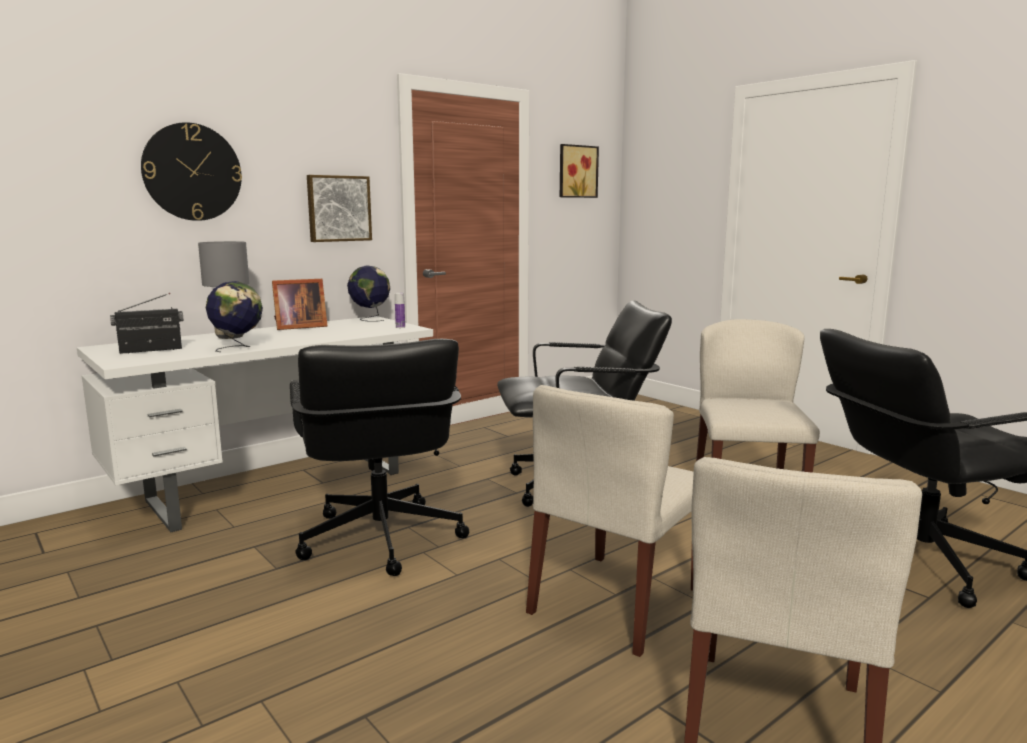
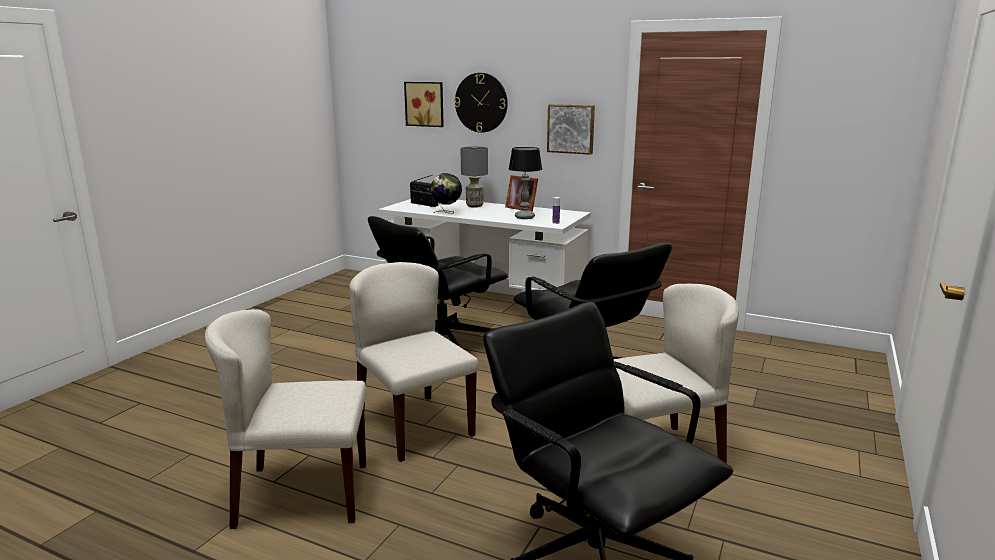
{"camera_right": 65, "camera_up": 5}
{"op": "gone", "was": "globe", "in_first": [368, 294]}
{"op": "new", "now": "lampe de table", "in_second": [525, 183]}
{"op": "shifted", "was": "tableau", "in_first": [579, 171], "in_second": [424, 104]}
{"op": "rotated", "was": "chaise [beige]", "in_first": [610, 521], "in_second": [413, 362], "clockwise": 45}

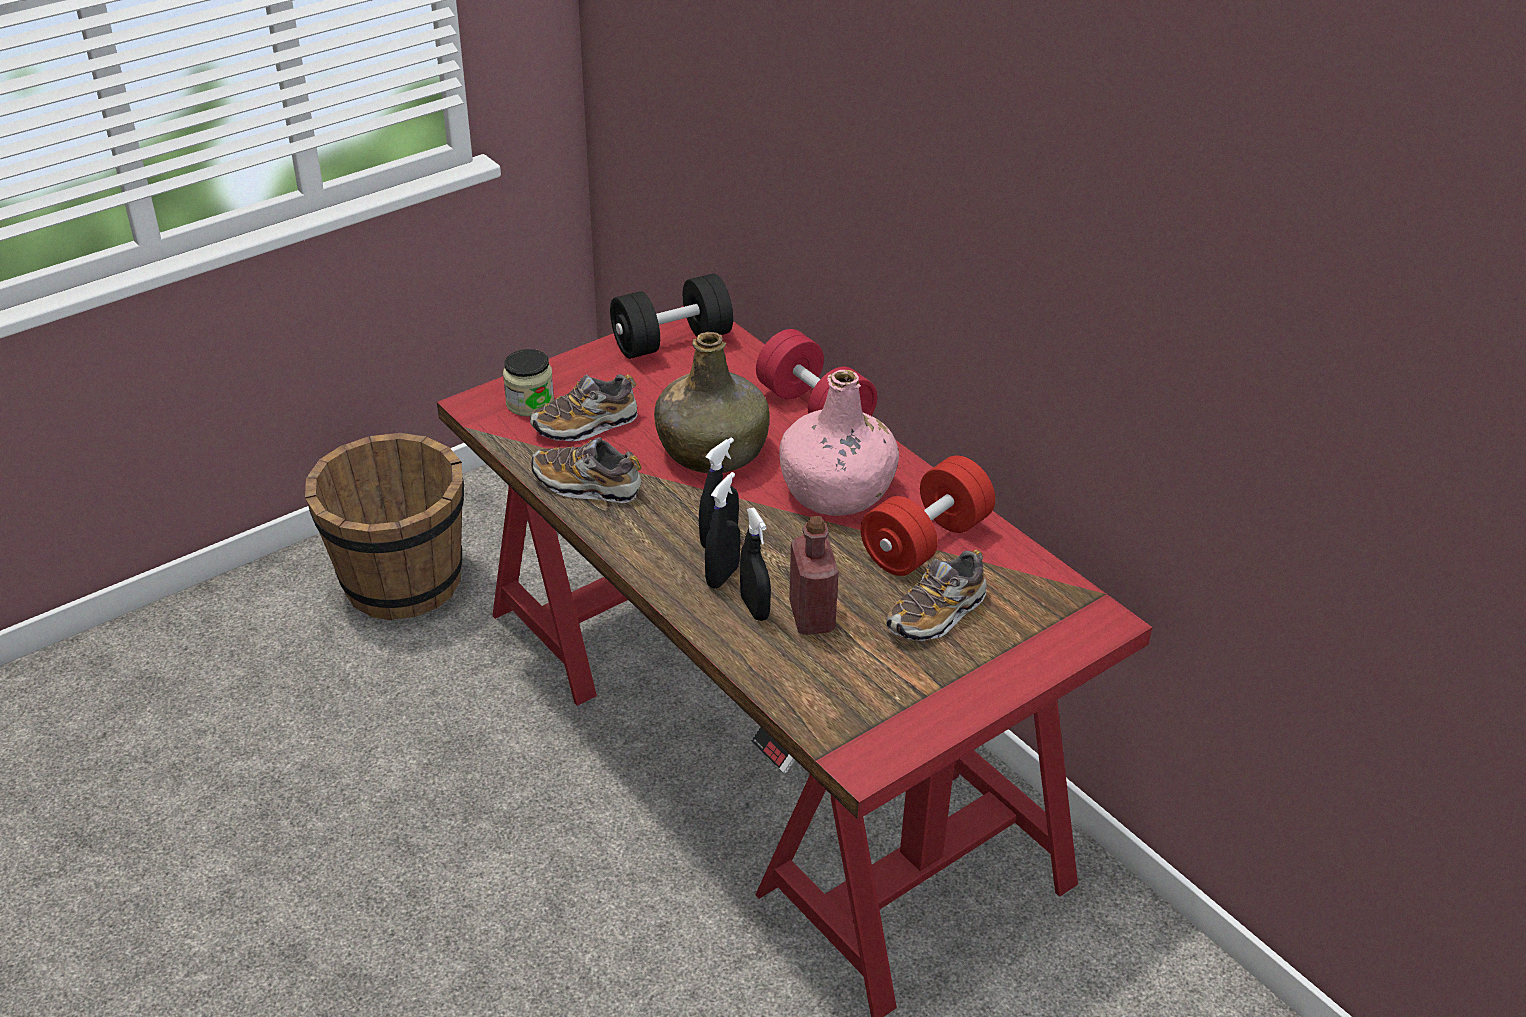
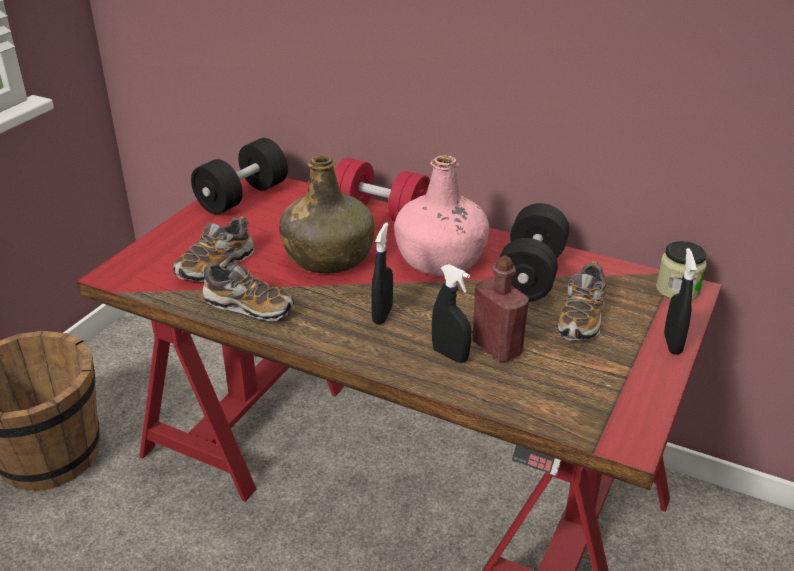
{"camera_right": -25, "camera_up": -5}
{"op": "shifted", "was": "bocal", "in_first": [528, 383], "in_second": [681, 270]}
{"op": "shifted", "was": "vaporisateur [noir]", "in_first": [722, 530], "in_second": [680, 301]}
{"op": "repainted", "was": "haltère [rouge]", "now": "haltère [noir]", "in_first": [928, 516], "in_second": [534, 252]}
{"op": "rotated", "was": "chaussure", "in_first": [586, 470], "in_second": [247, 292], "clockwise": -150}

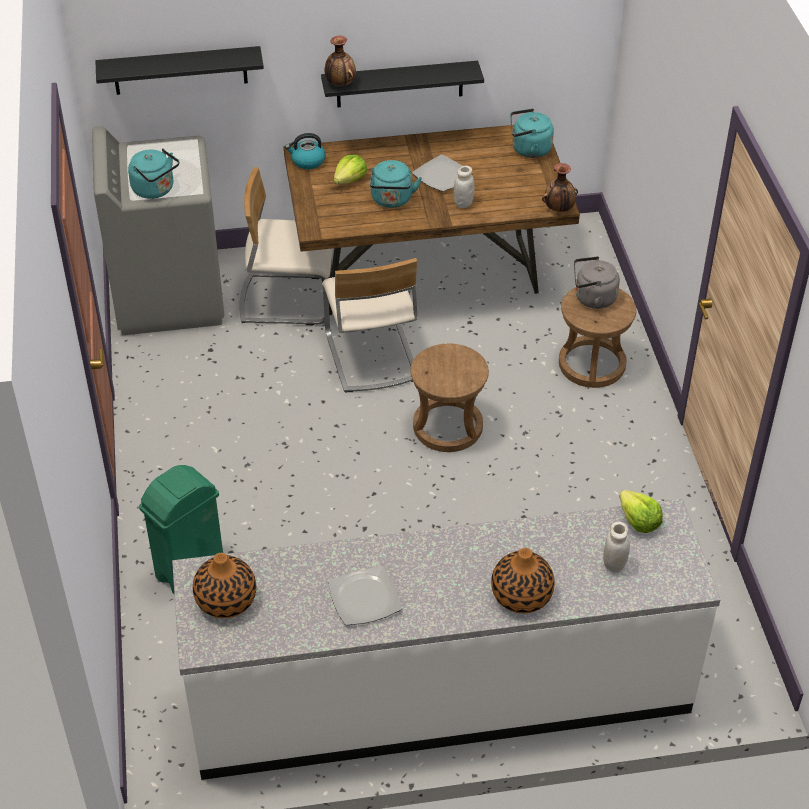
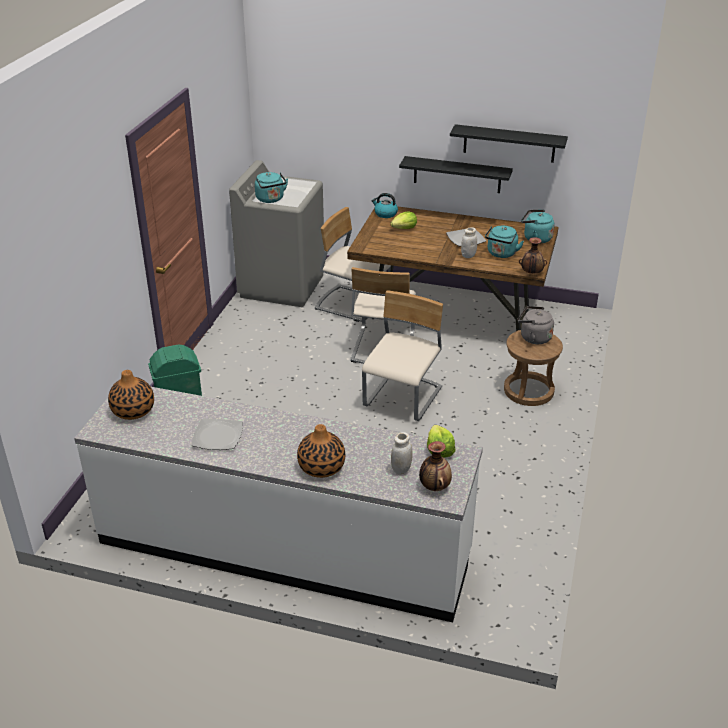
{"camera_right": 25, "camera_up": -10}
{"op": "shifted", "was": "étagère [noir]", "in_first": [180, 70], "in_second": [509, 143]}
{"op": "shifted", "was": "vase", "in_first": [340, 61], "in_second": [435, 466]}
{"op": "shifted", "was": "bouilloire [turquoise]", "in_first": [396, 184], "in_second": [504, 242]}
{"op": "swapped", "was": "tabouret [marron]", "now": "chaise [beige]", "in_first": [449, 398], "in_second": [402, 355]}

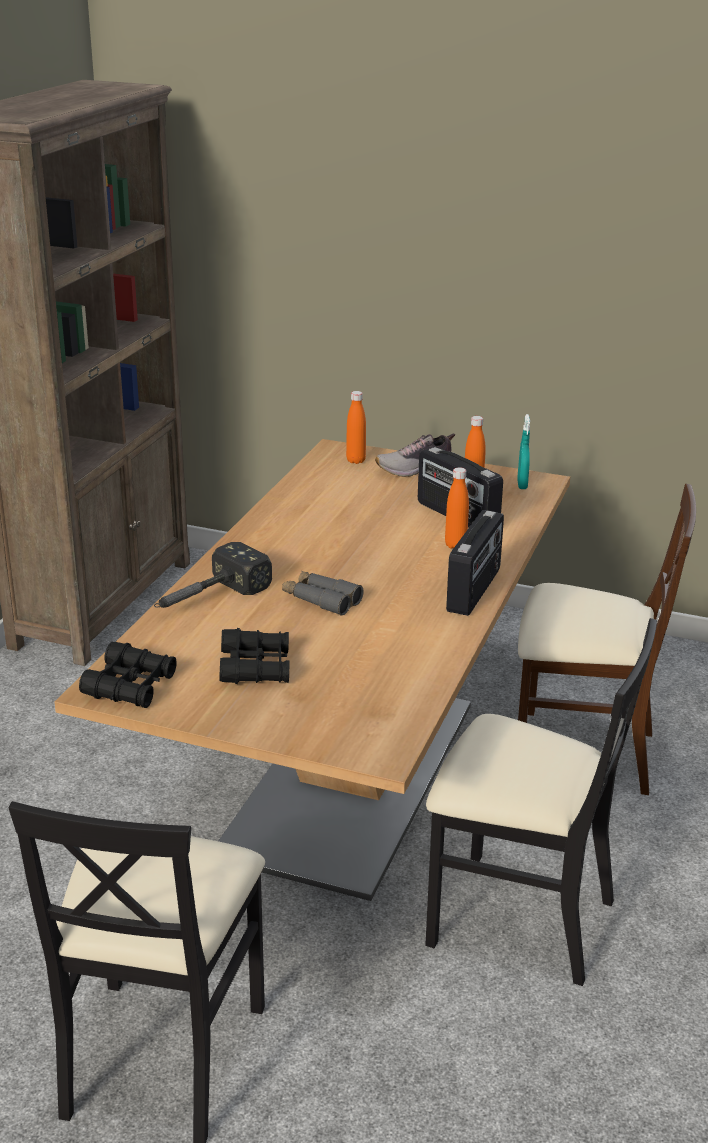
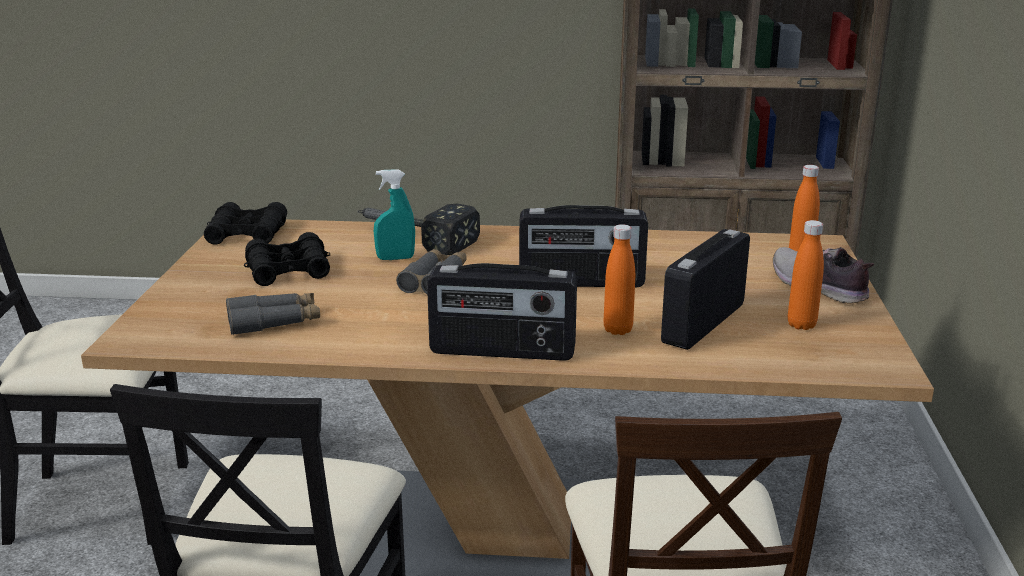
{"camera_right": 75, "camera_up": -5}
{"op": "new", "now": "jumelles [gris]", "in_second": [273, 314]}
{"op": "new", "now": "radio", "in_second": [583, 246]}
{"op": "shifted", "was": "vaporisateur [turquoise]", "in_first": [523, 451], "in_second": [394, 214]}

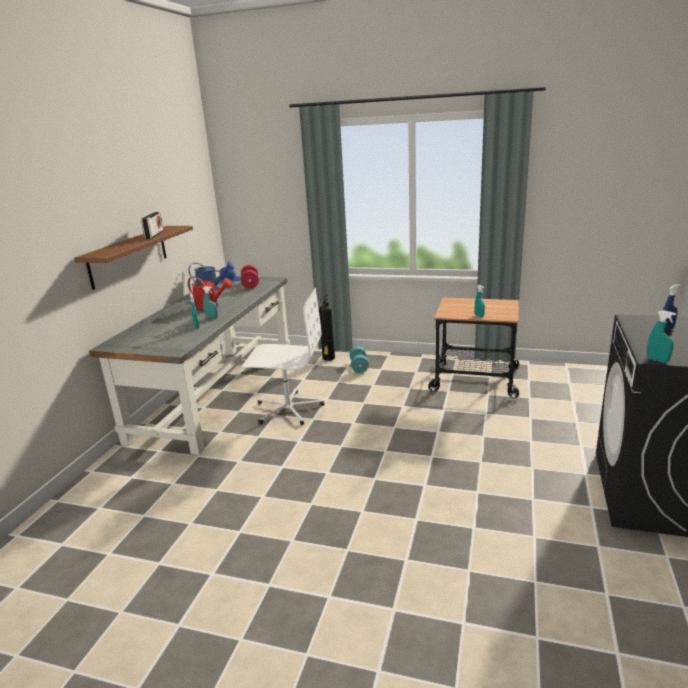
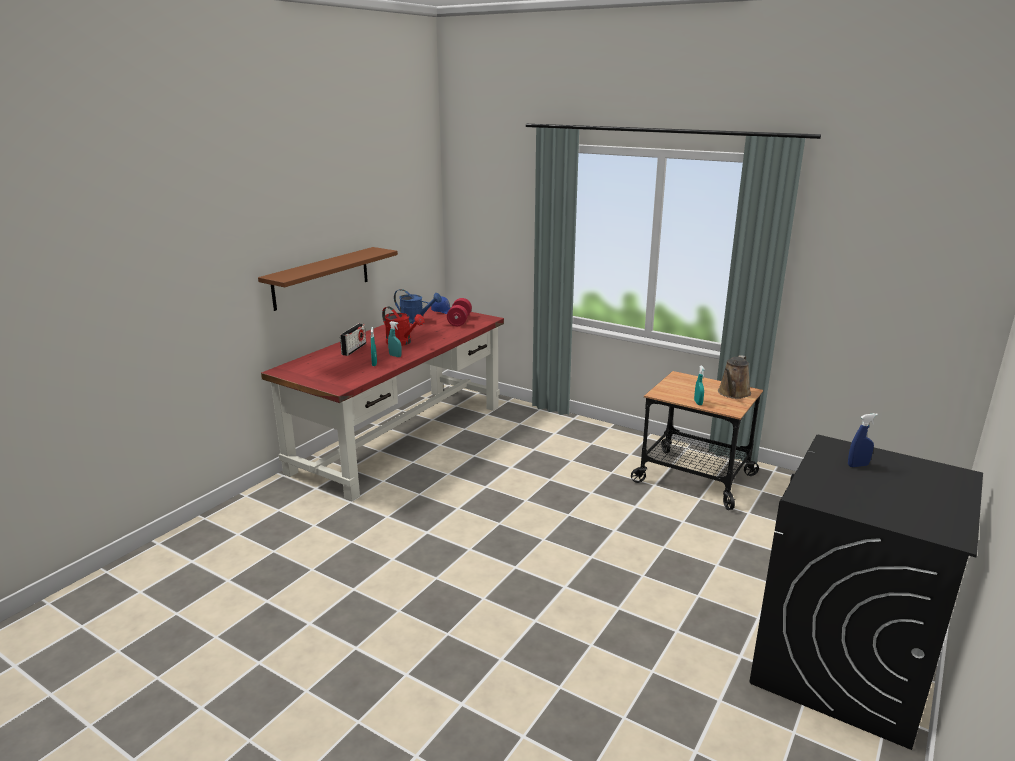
{"camera_right": 15, "camera_up": 0}
{"op": "gone", "was": "chaise de bureau [blanc]", "in_first": [283, 356]}
{"op": "gone", "was": "extincteur", "in_first": [327, 327]}
{"op": "gone", "was": "haltère [turquoise]", "in_first": [359, 359]}
{"op": "gone", "was": "vaporisateur [turquoise]", "in_first": [661, 336]}
{"op": "new", "now": "arrosoir [marron]", "in_second": [734, 377]}
{"op": "shifted", "was": "radio", "in_first": [152, 225], "in_second": [353, 339]}
{"op": "repainted", "was": "bureau [gris]", "now": "bureau [rouge]", "in_first": [189, 366], "in_second": [382, 403]}

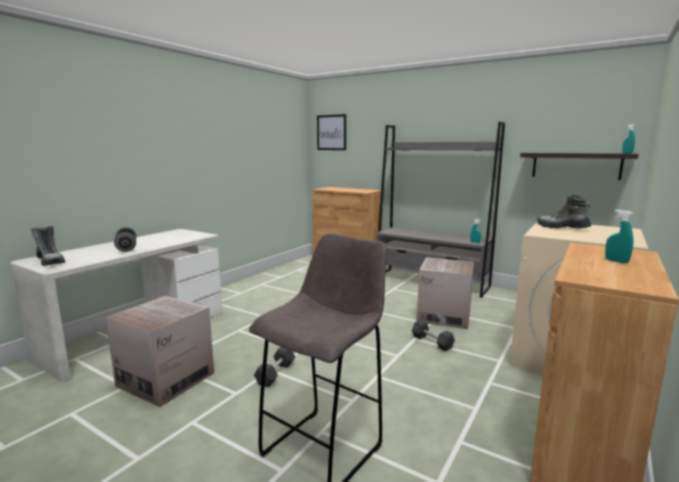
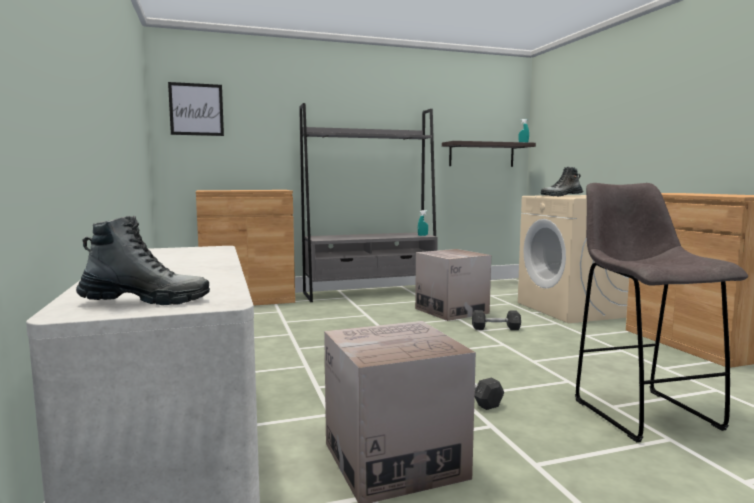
{"camera_right": -50, "camera_up": -5}
{"op": "gone", "was": "haltère [gris]", "in_first": [125, 239]}
{"op": "gone", "was": "vaporisateur [turquoise]", "in_first": [619, 236]}

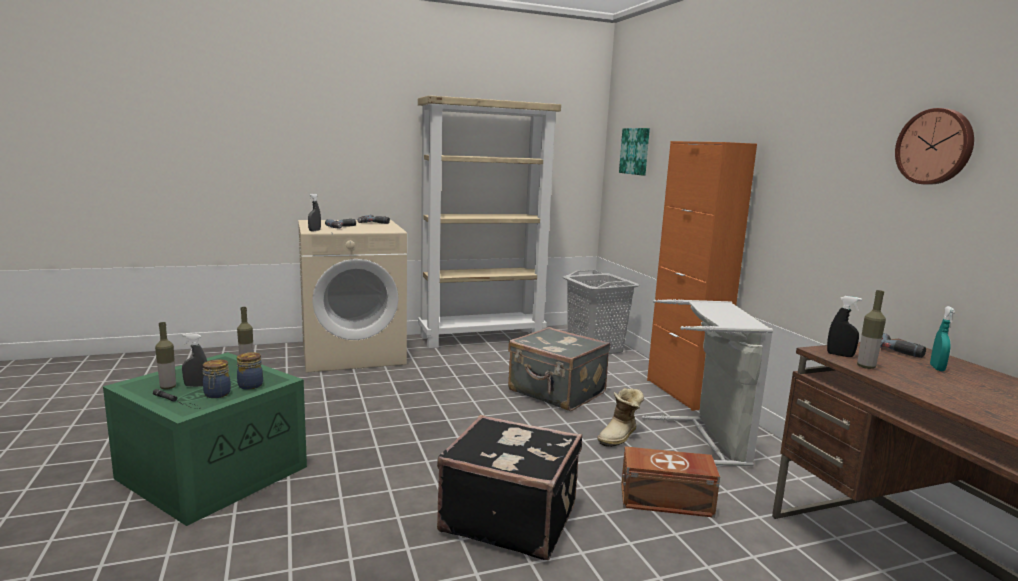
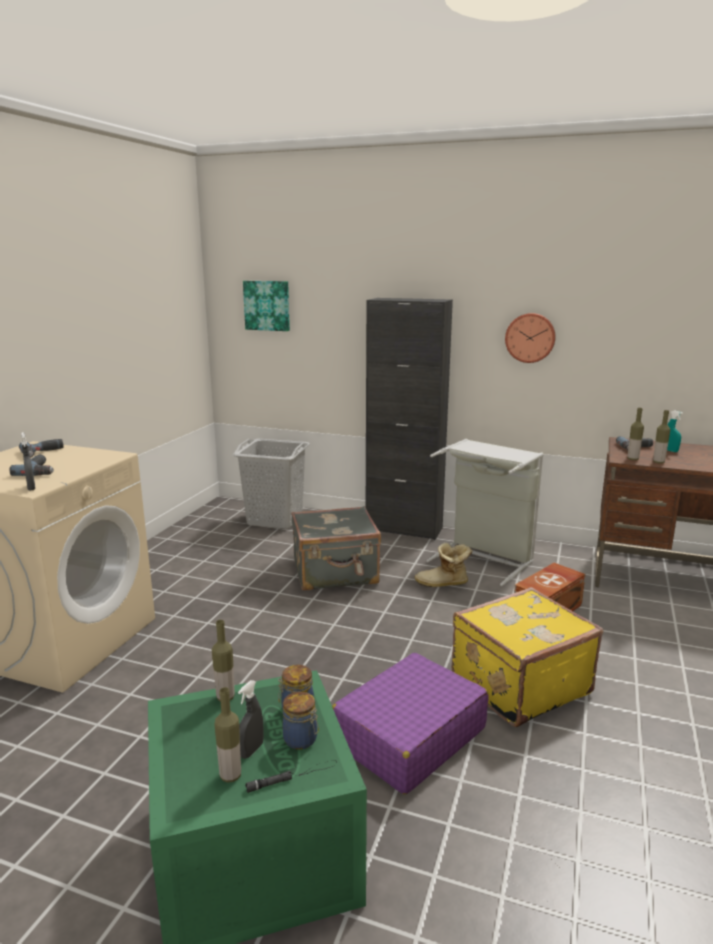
{"camera_right": -50, "camera_up": 5}
{"op": "gone", "was": "bibliothèque [beige]", "in_first": [489, 221]}
{"op": "new", "now": "valise [violet]", "in_second": [410, 723]}
{"op": "shifted", "was": "horloge murale", "in_first": [934, 146], "in_second": [530, 338]}
{"op": "swapped", "was": "vaporisateur [noir]", "now": "bouteille", "in_first": [844, 326], "in_second": [636, 434]}
{"op": "repainted", "was": "valise [noir]", "now": "valise [jaune]", "in_first": [509, 487], "in_second": [527, 657]}
{"op": "repainted", "was": "meuble de rangement [orange]", "now": "meuble de rangement [noir]", "in_first": [702, 276], "in_second": [409, 419]}
{"op": "rotated", "was": "botte", "in_first": [620, 417], "in_second": [444, 565], "clockwise": 105}

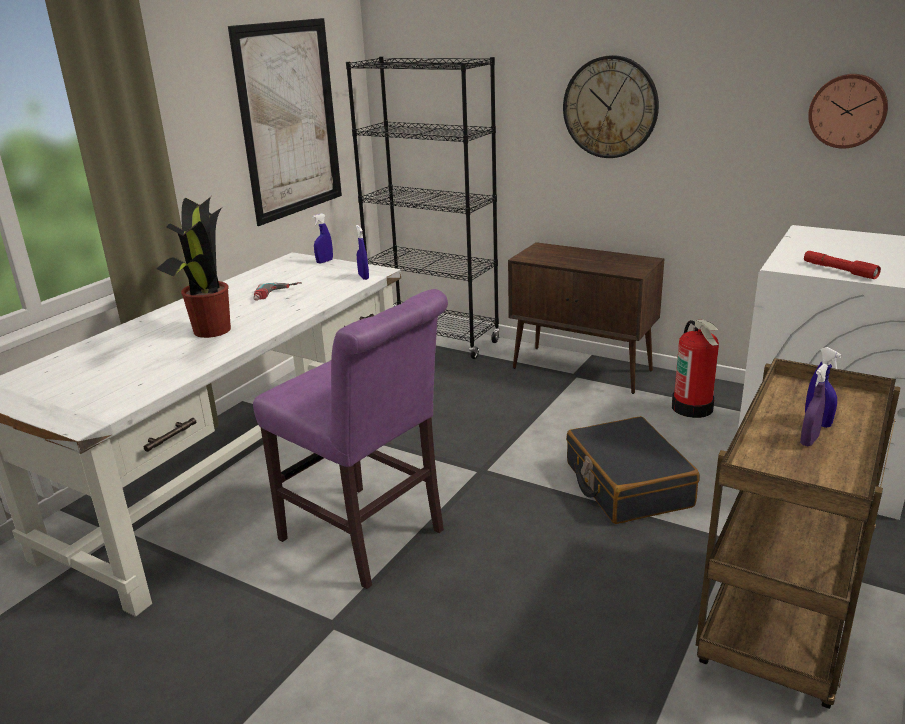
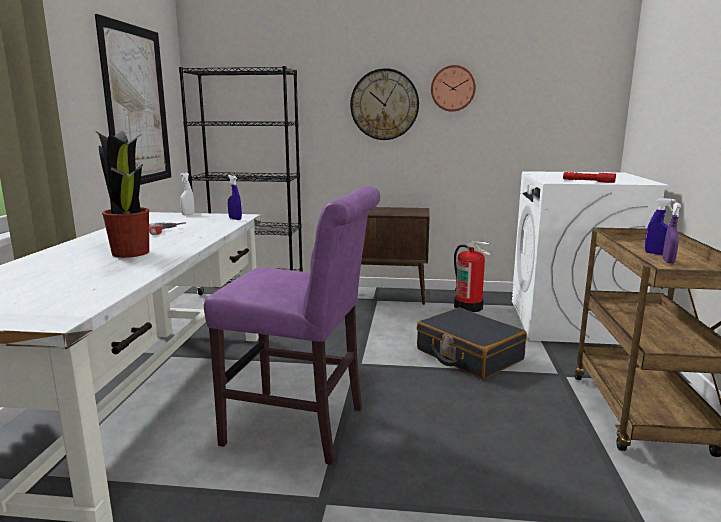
{"camera_right": -25, "camera_up": -10}
{"op": "shifted", "was": "horloge murale", "in_first": [848, 111], "in_second": [453, 88]}
{"op": "repainted", "was": "vaporisateur [bleu]", "now": "vaporisateur [blanc]", "in_first": [322, 238], "in_second": [187, 194]}

